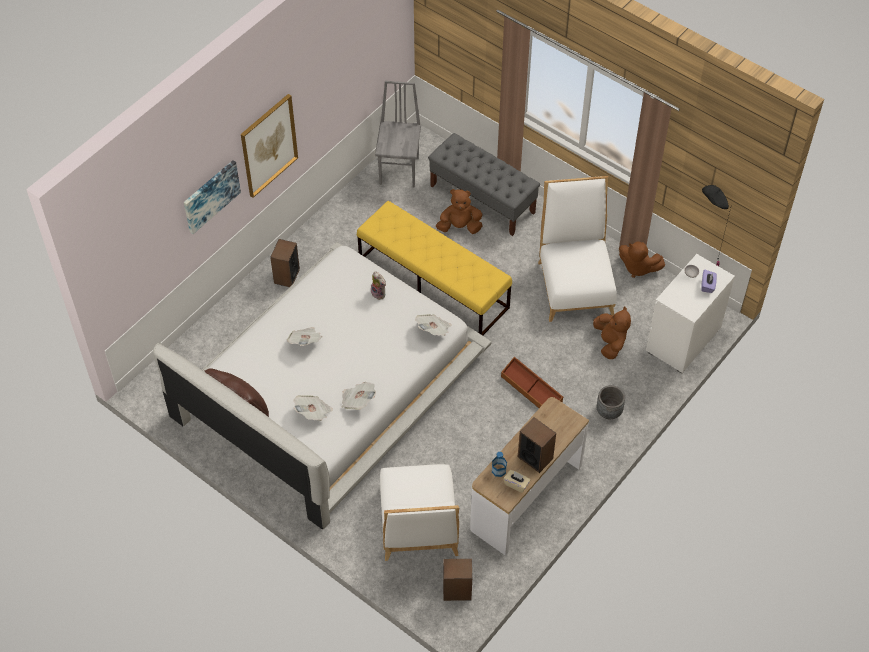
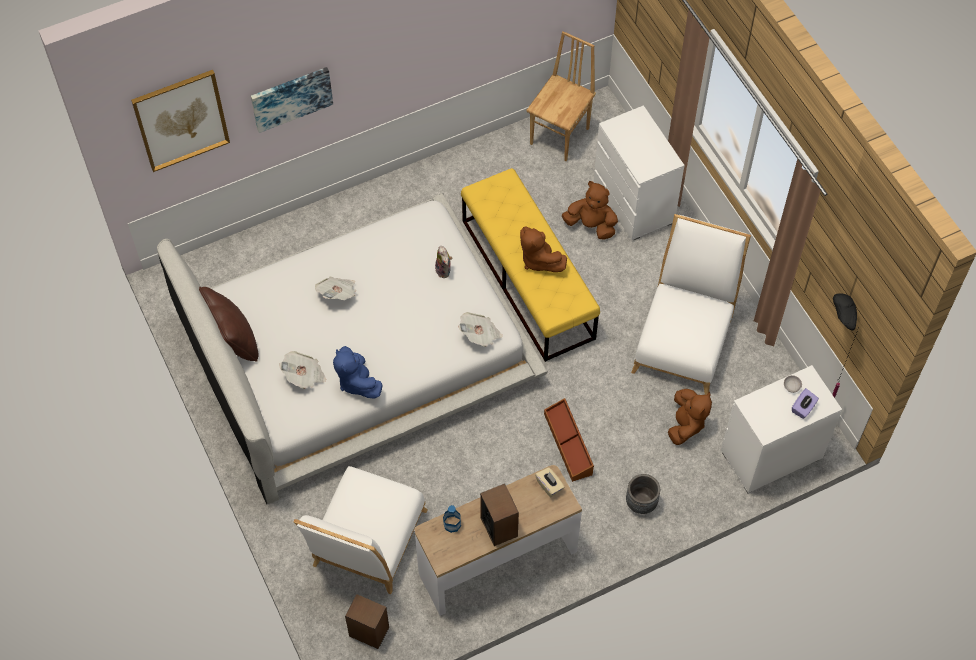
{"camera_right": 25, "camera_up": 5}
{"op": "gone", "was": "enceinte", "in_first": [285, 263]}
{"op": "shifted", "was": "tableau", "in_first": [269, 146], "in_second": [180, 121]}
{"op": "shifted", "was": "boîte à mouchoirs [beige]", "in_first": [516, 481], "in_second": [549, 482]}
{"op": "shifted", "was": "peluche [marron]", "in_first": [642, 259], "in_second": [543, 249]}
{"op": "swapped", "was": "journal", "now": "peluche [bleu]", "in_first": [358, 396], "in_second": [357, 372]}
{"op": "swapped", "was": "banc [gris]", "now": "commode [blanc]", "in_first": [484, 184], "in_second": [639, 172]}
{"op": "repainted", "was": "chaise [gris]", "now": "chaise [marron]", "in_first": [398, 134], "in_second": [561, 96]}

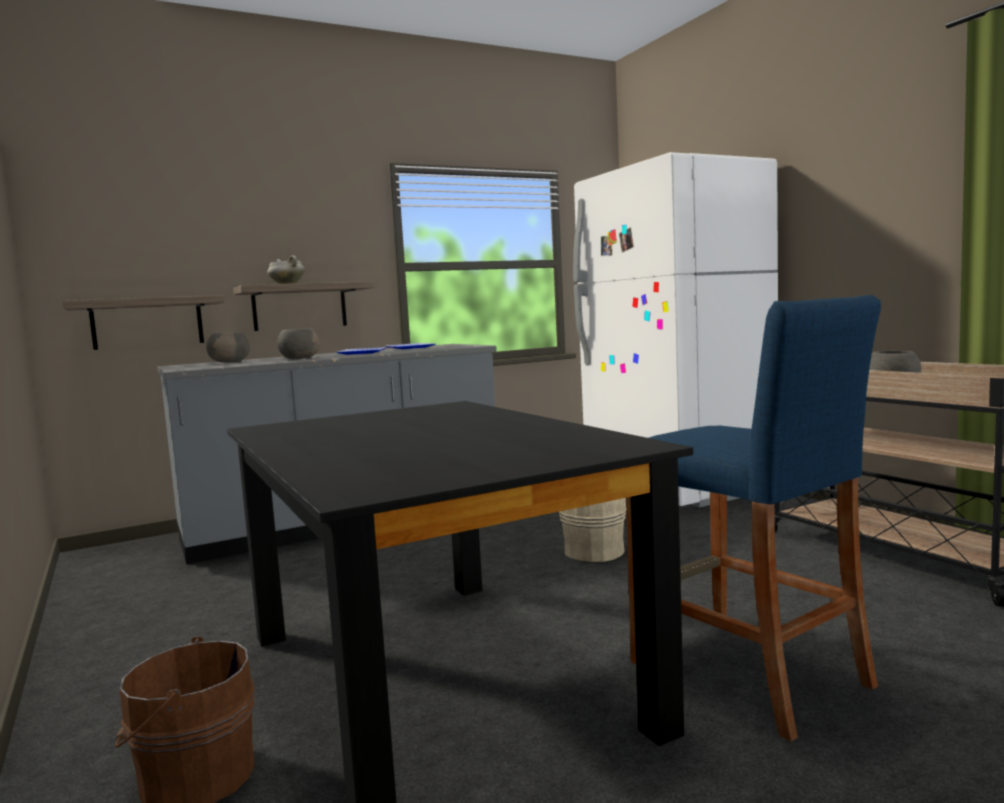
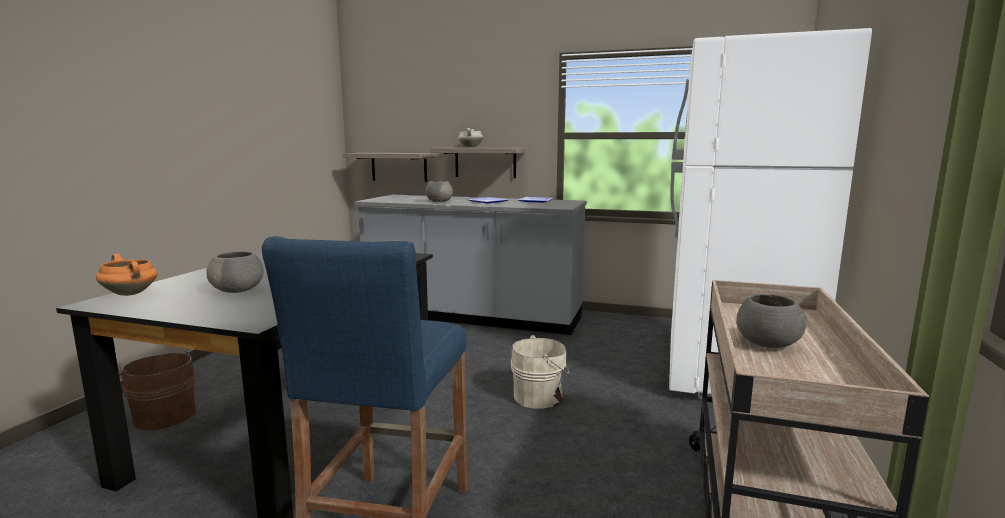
{"camera_right": 45, "camera_up": 5}
{"op": "new", "now": "marmite [orange]", "in_second": [127, 275]}
{"op": "shifted", "was": "bol [gris]", "in_first": [228, 347], "in_second": [235, 272]}

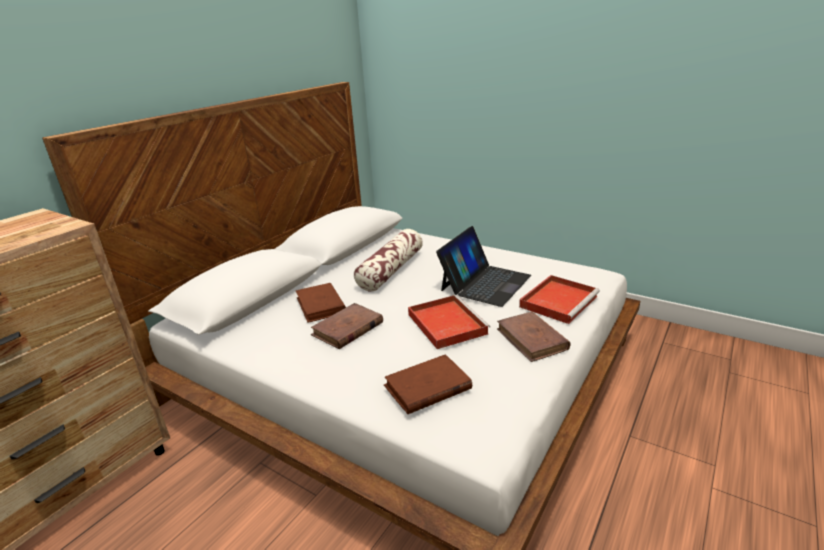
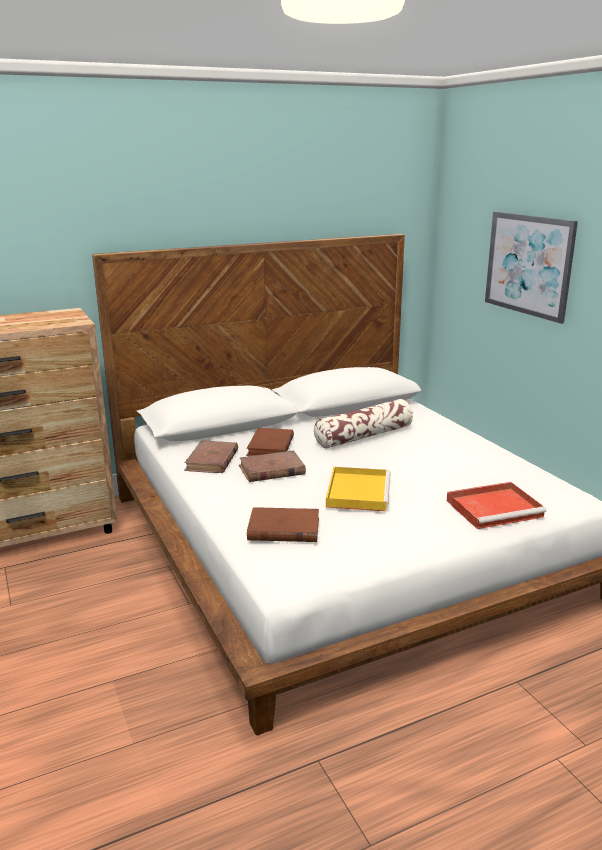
{"camera_right": 30, "camera_up": -5}
{"op": "gone", "was": "ordinateur portable", "in_first": [483, 266]}
{"op": "new", "now": "tableau", "in_second": [531, 268]}
{"op": "shifted", "was": "livre [marron]", "in_first": [533, 337], "in_second": [211, 456]}
{"op": "repainted", "was": "plateau [rouge]", "now": "plateau [jaune]", "in_first": [449, 322], "in_second": [358, 489]}

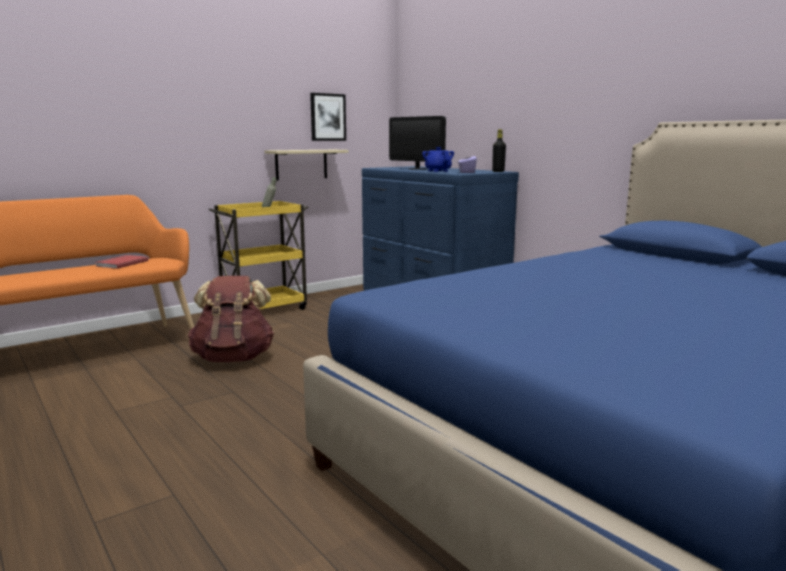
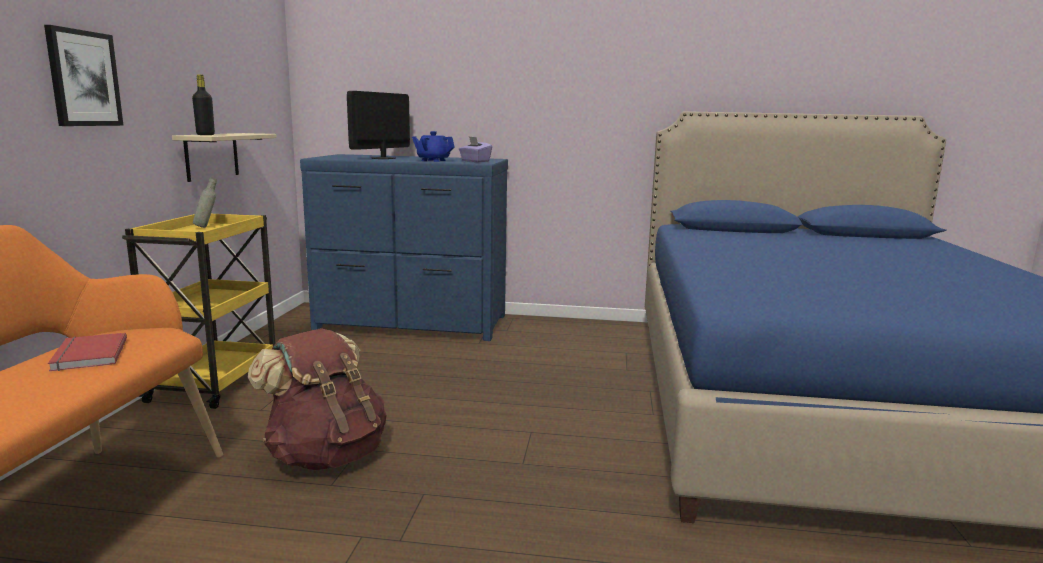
{"camera_right": -45, "camera_up": 0}
{"op": "shifted", "was": "tableau", "in_first": [328, 117], "in_second": [84, 75]}
{"op": "shifted", "was": "bouteille [noir]", "in_first": [499, 150], "in_second": [203, 104]}
{"op": "rotated", "was": "écran d'ordinateur", "in_first": [417, 143], "in_second": [378, 125], "clockwise": 120}

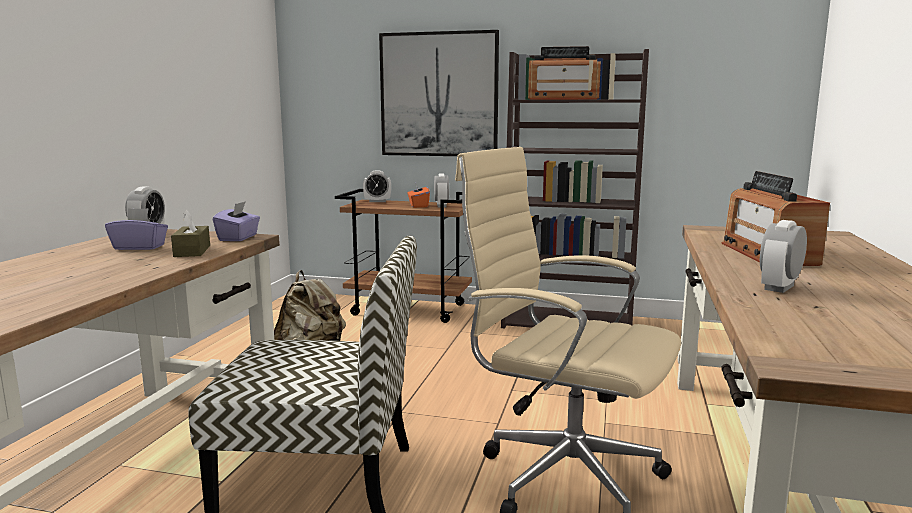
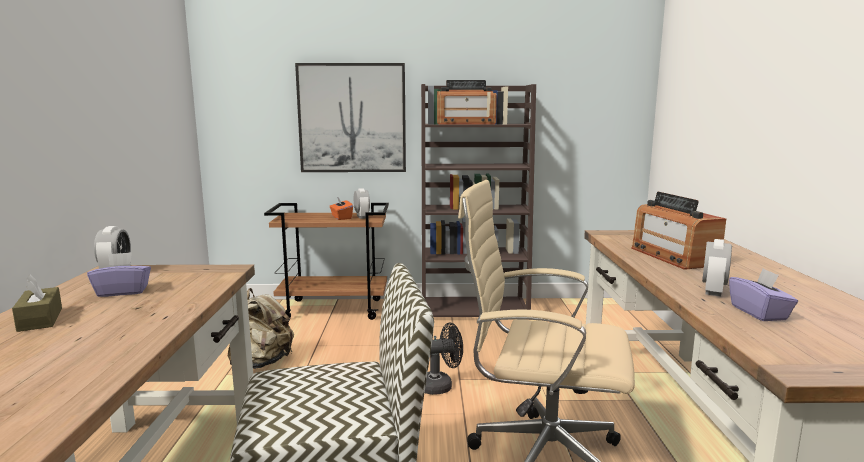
{"camera_right": -15, "camera_up": 0}
{"op": "gone", "was": "réveil", "in_first": [377, 186]}
{"op": "new", "now": "ventilateur [noir]", "in_second": [444, 358]}
{"op": "shifted", "was": "boîte à mouchoirs [marron]", "in_first": [190, 233], "in_second": [37, 303]}
{"op": "shifted", "was": "boîte à mouchoirs [violet]", "in_first": [236, 221], "in_second": [763, 294]}

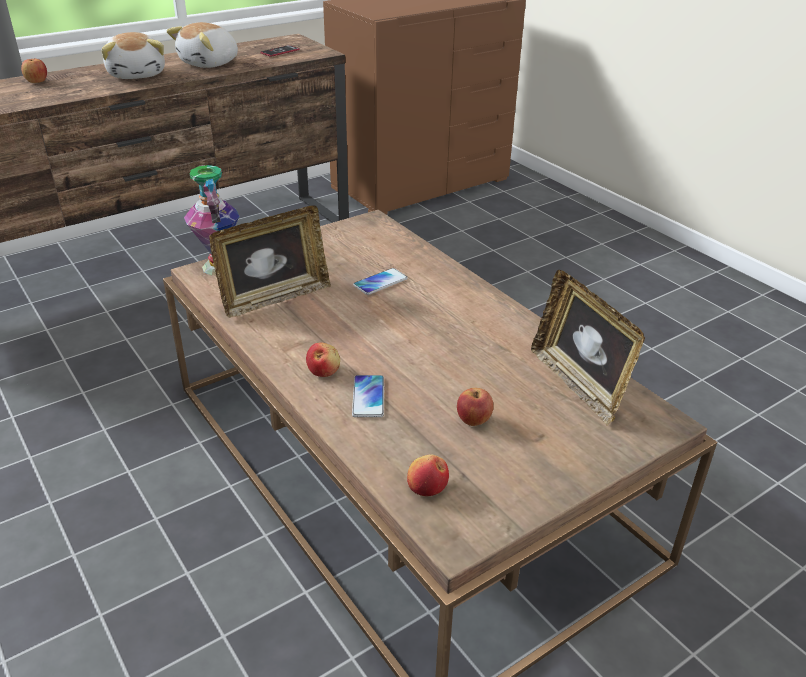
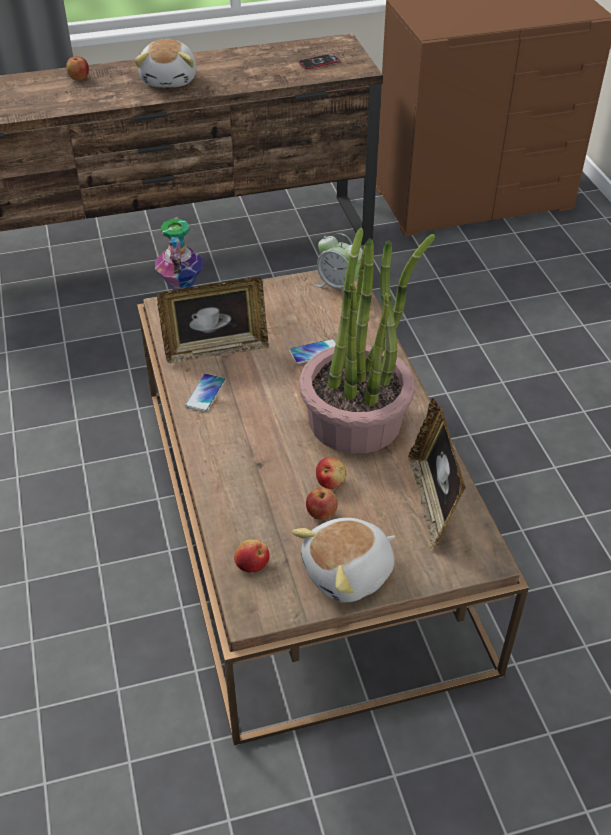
{"camera_right": 20, "camera_up": 10}
{"op": "new", "now": "plante en pot", "in_second": [367, 340]}
{"op": "new", "now": "réveil", "in_second": [339, 262]}
{"op": "shifted", "was": "peluche", "in_first": [202, 45], "in_second": [343, 560]}
{"op": "shifted", "was": "pomme", "in_first": [323, 359], "in_second": [331, 473]}
{"op": "shifted", "was": "téléphone", "in_first": [368, 396], "in_second": [205, 393]}

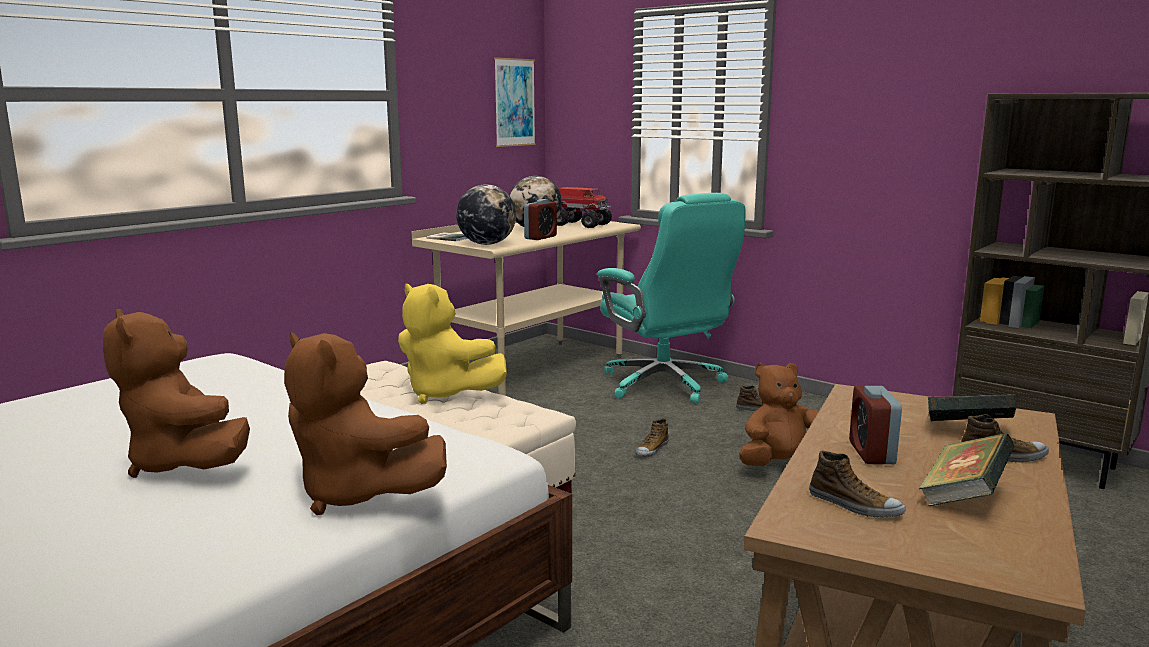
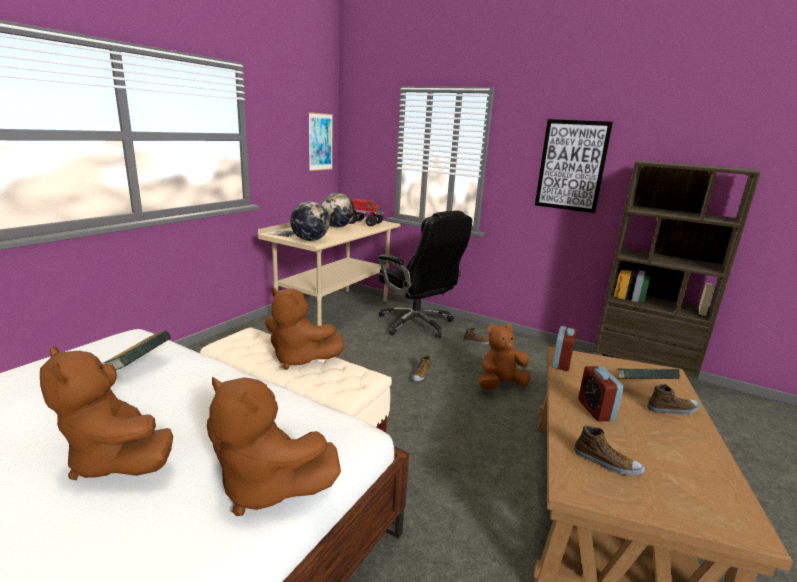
{"camera_right": -10, "camera_up": 5}
{"op": "new", "now": "tableau", "in_second": [574, 166]}
{"op": "shifted", "was": "réveil", "in_first": [540, 219], "in_second": [564, 348]}
{"op": "shifted", "was": "livre", "in_first": [966, 469], "in_second": [137, 350]}
{"op": "repainted", "was": "peluche [jaune]", "now": "peluche [marron]", "in_first": [452, 344], "in_second": [304, 328]}
{"op": "repainted", "was": "chaise de bureau [turquoise]", "now": "chaise de bureau [noir]", "in_first": [671, 298], "in_second": [425, 274]}

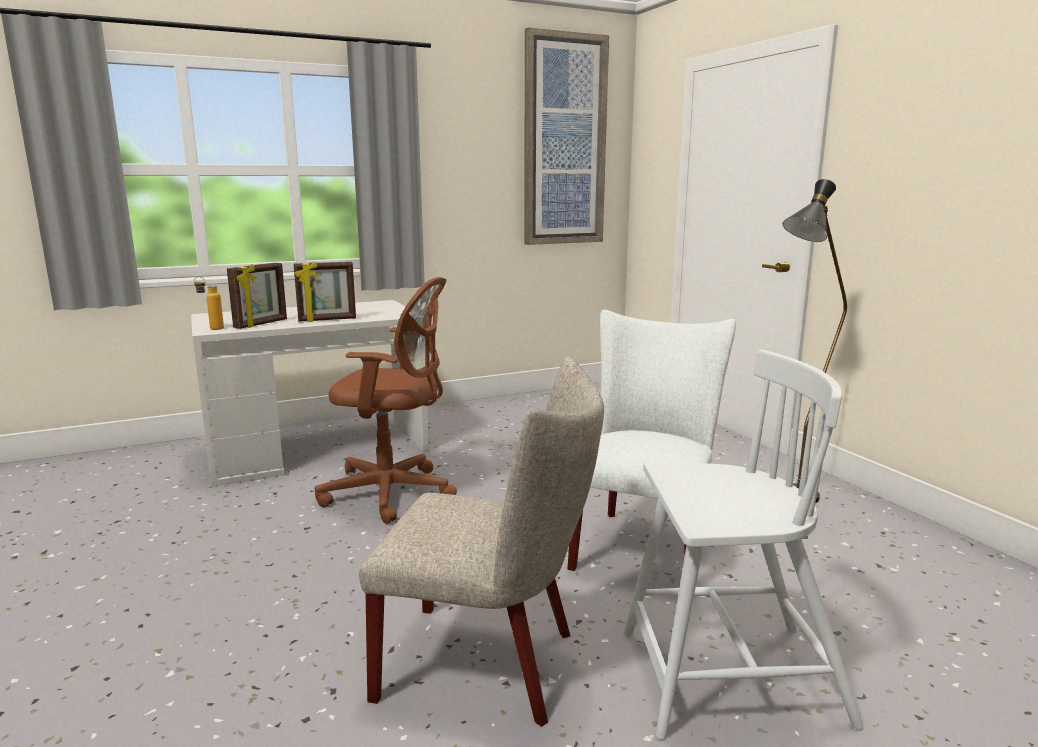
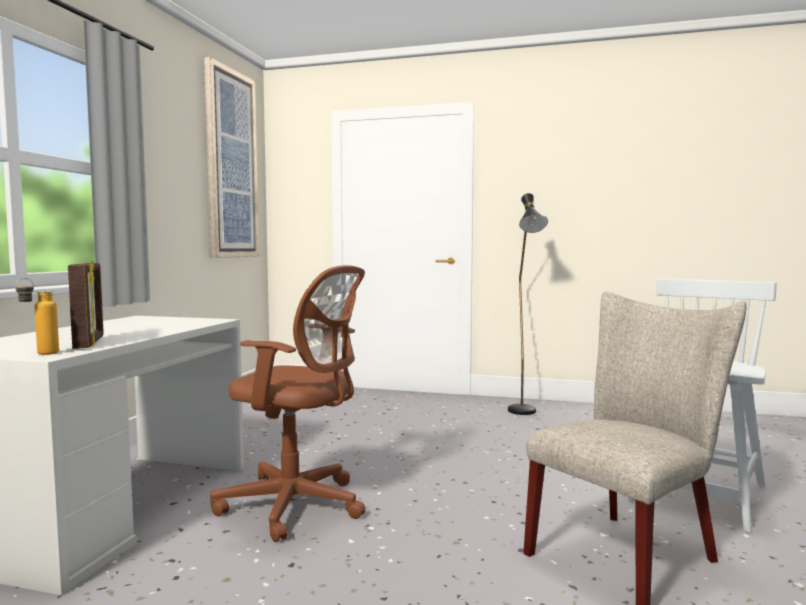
{"camera_right": -50, "camera_up": -10}
{"op": "gone", "was": "cadre photo", "in_first": [325, 291]}
{"op": "gone", "was": "chaise [blanc]", "in_first": [651, 440]}
{"op": "rotated", "was": "chaise de bureau [marron]", "in_first": [386, 400], "in_second": [287, 403], "clockwise": 60}

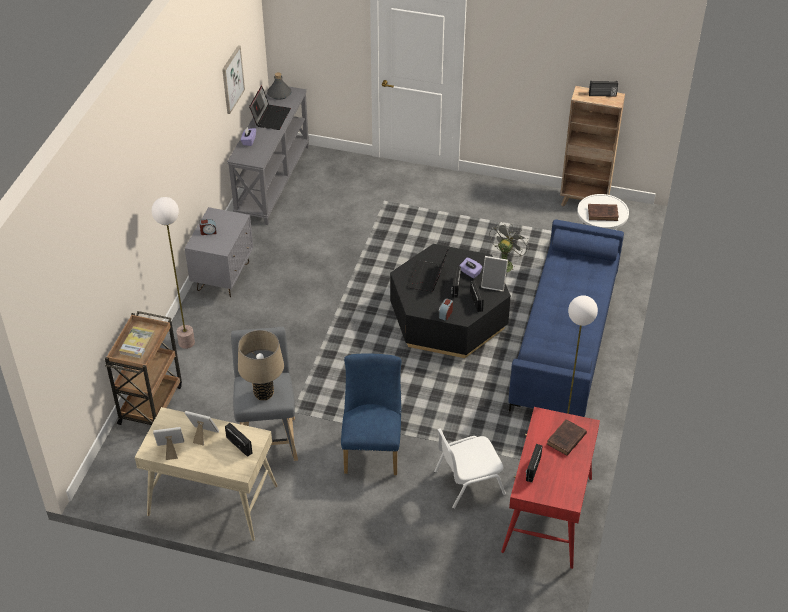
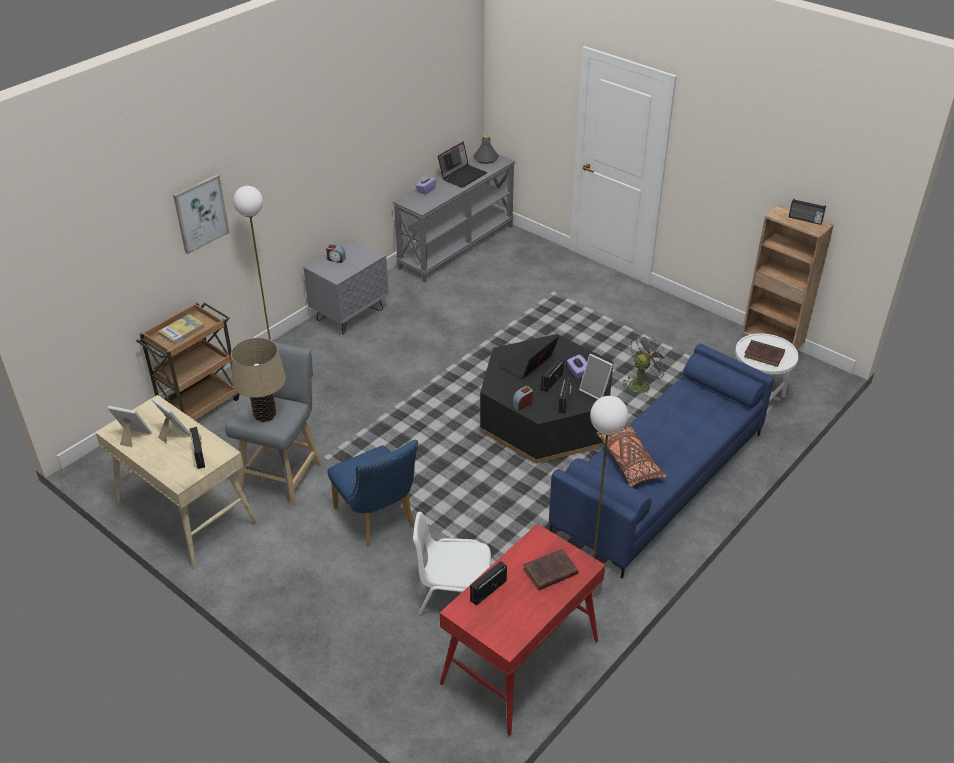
{"camera_right": 25, "camera_up": -5}
{"op": "new", "now": "coussin [marron]", "in_second": [631, 455]}
{"op": "shifted", "was": "tableau", "in_first": [233, 79], "in_second": [201, 214]}
{"op": "rotated", "was": "chaise [bleu]", "in_first": [371, 414], "in_second": [373, 493], "clockwise": 120}

